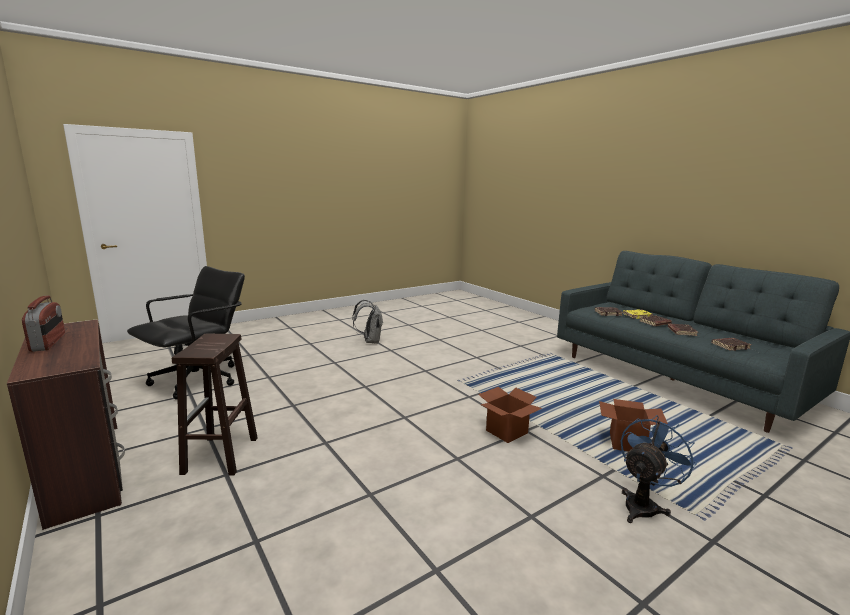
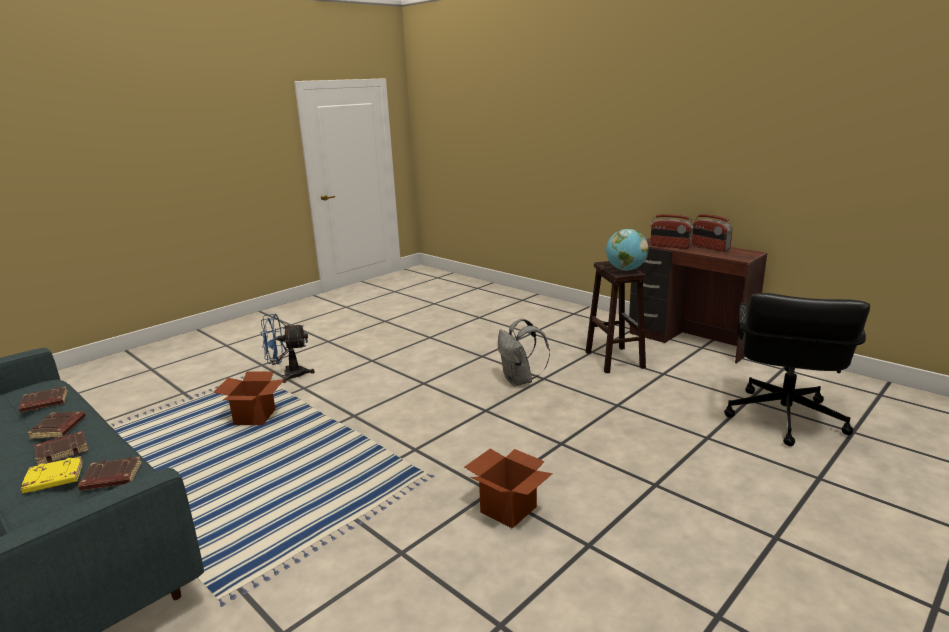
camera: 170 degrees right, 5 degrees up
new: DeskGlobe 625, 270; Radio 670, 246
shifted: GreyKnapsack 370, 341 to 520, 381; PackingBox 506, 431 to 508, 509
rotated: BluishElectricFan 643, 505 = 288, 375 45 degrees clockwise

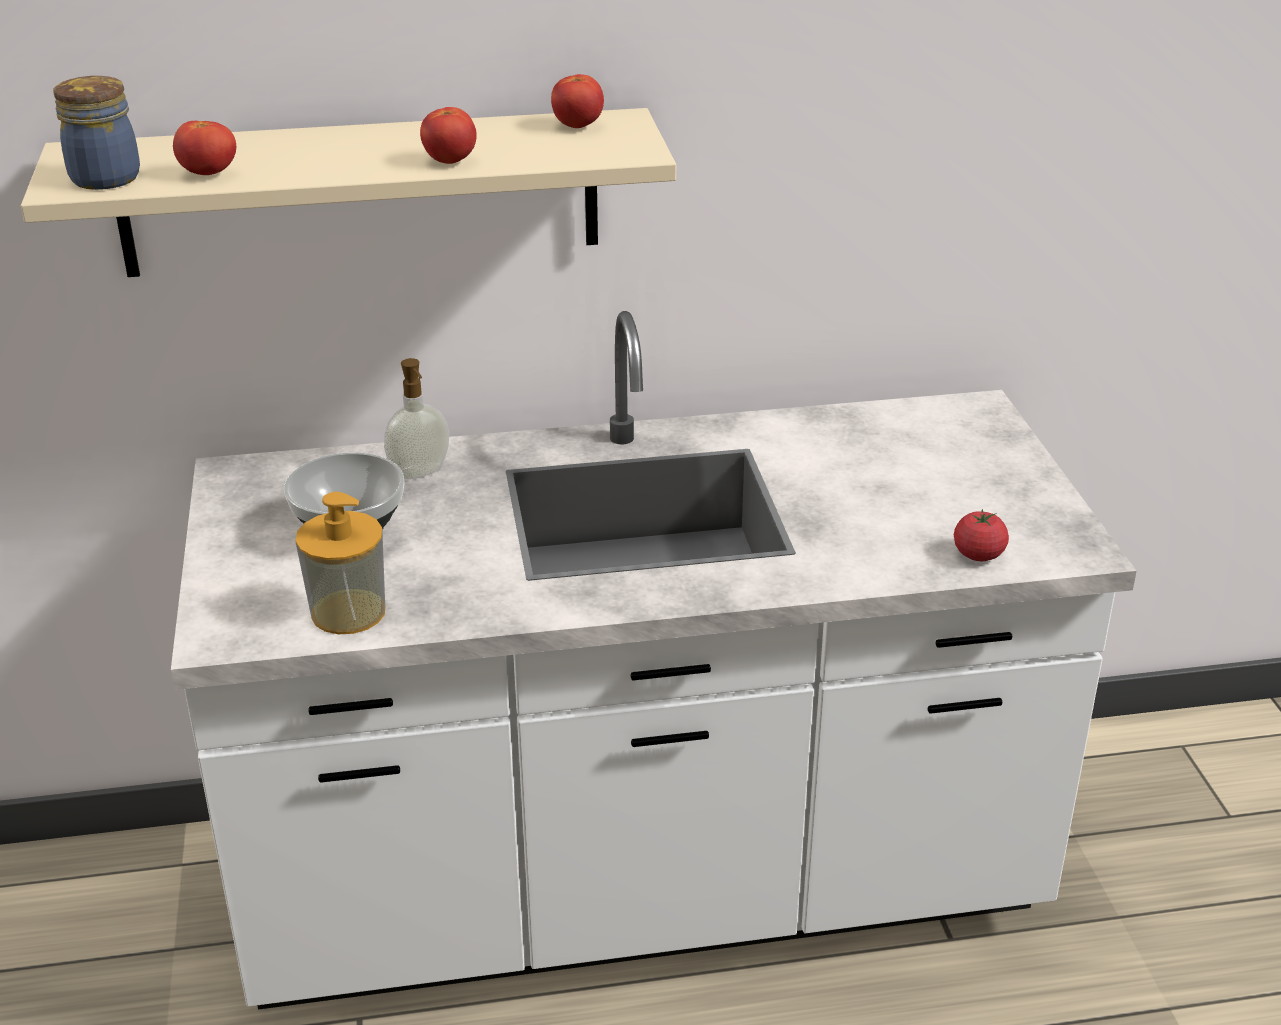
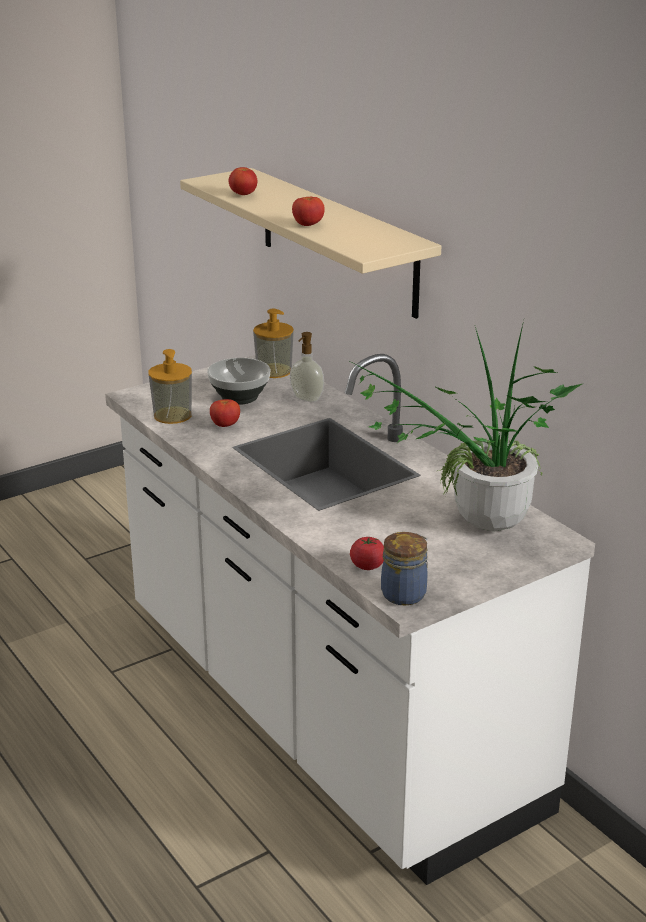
camera: 65 degrees right, 5 degrees down
new: SoapBottle 274, 371; PlantInAPot 475, 525
shifted: PreserveJar 105, 177 to 405, 593; WholeTomato 577, 126 to 225, 425

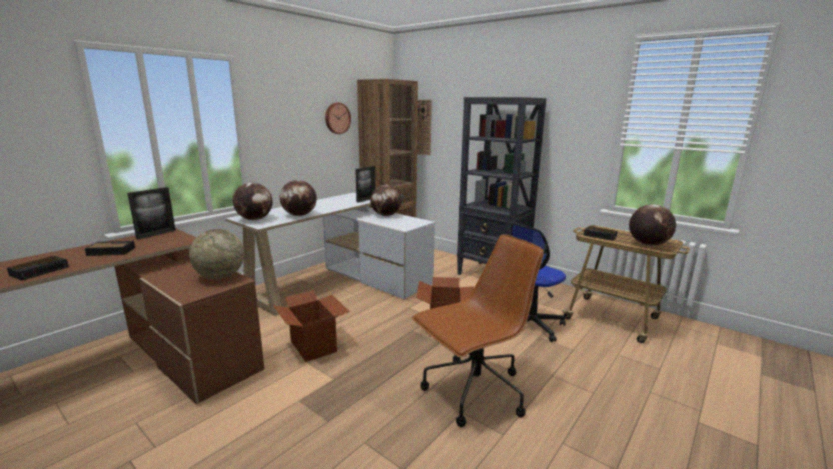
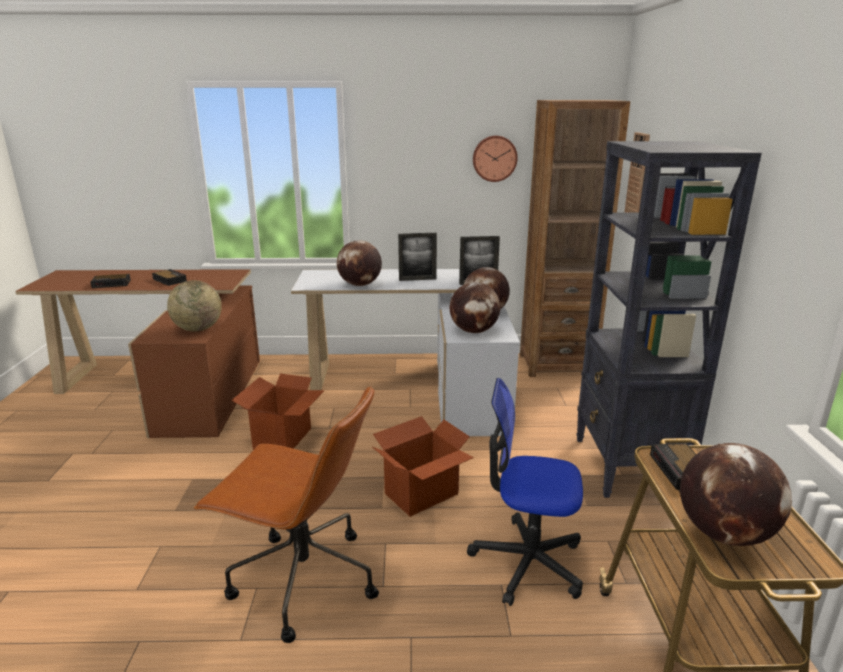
camera: 50 degrees right, 5 degrees up
shifted: PhotoFrame 156, 234 to 417, 279; DeskGlobe 255, 219 to 474, 331

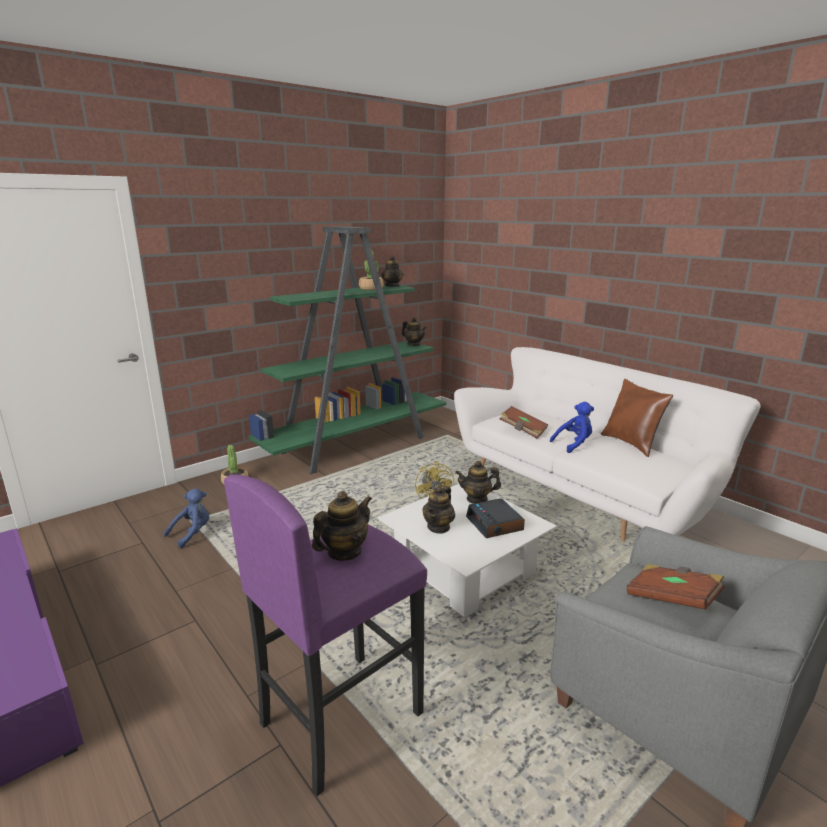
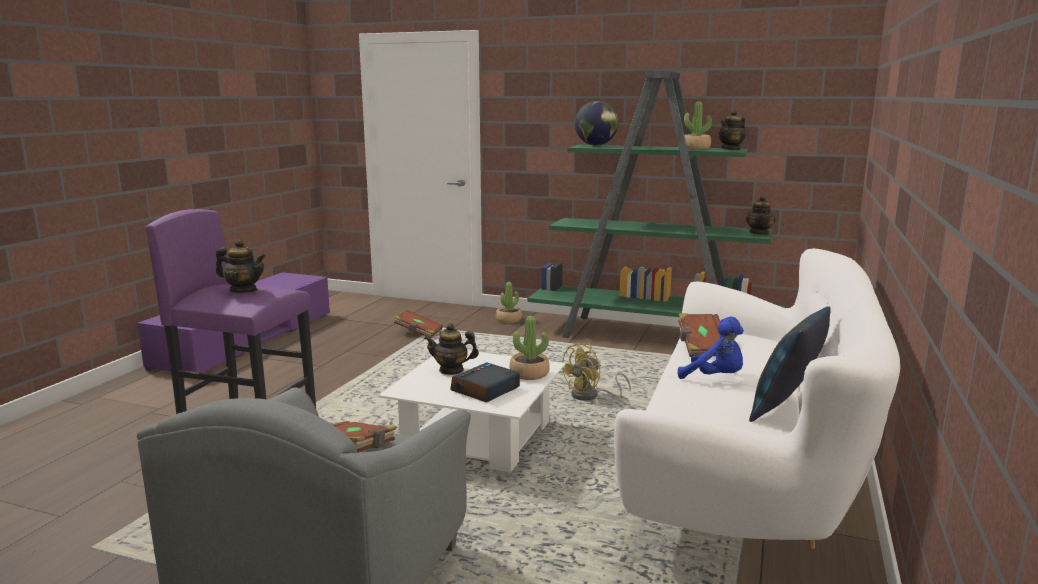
camera: 60 degrees right, 5 degrees down
new: DeskGlobe 595, 145
swapped: BluishPlushToy 192, 533 to BrownColouredBook 418, 333; PotForTea 477, 499 to PlantInAPot 529, 374
repainted: BrownColouredPillow 631, 444 to BluishPillow 786, 409

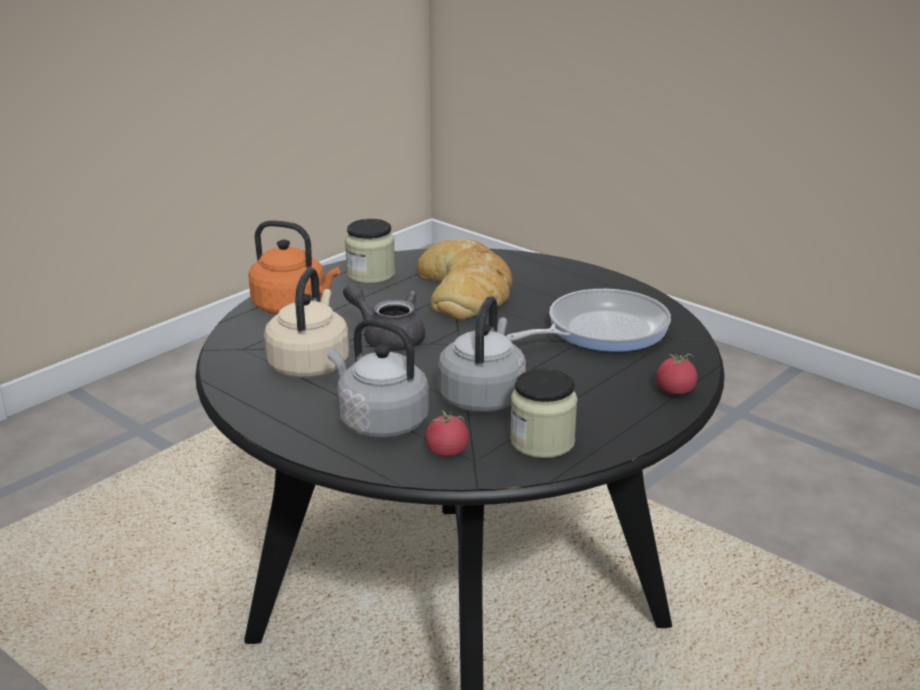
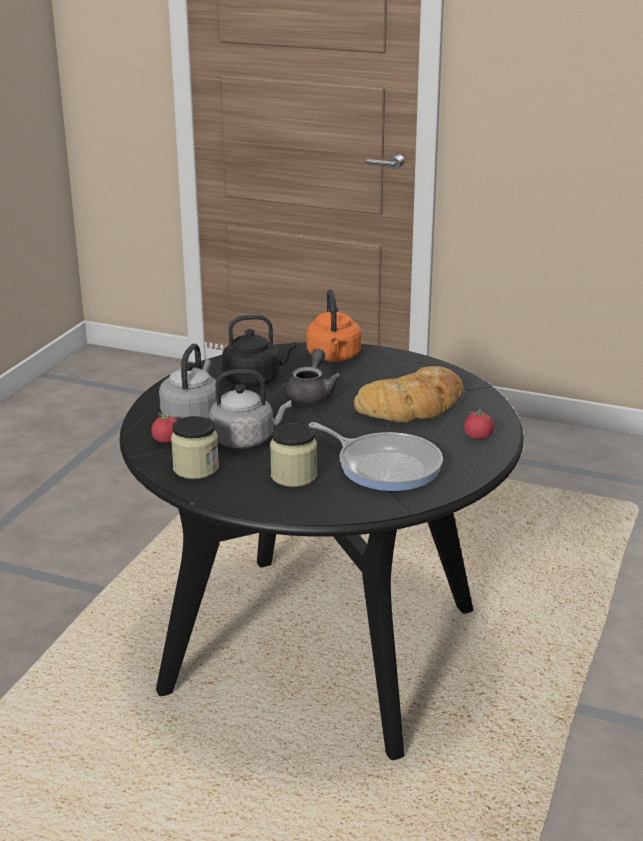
camera: 70 degrees right, 0 degrees up
shifted: PreserveJar 371, 274 to 294, 476; WholeTomato 675, 391 to 478, 437
repainted: BeigeWaterKettle 310, 364 to BlackWaterKettle 255, 380

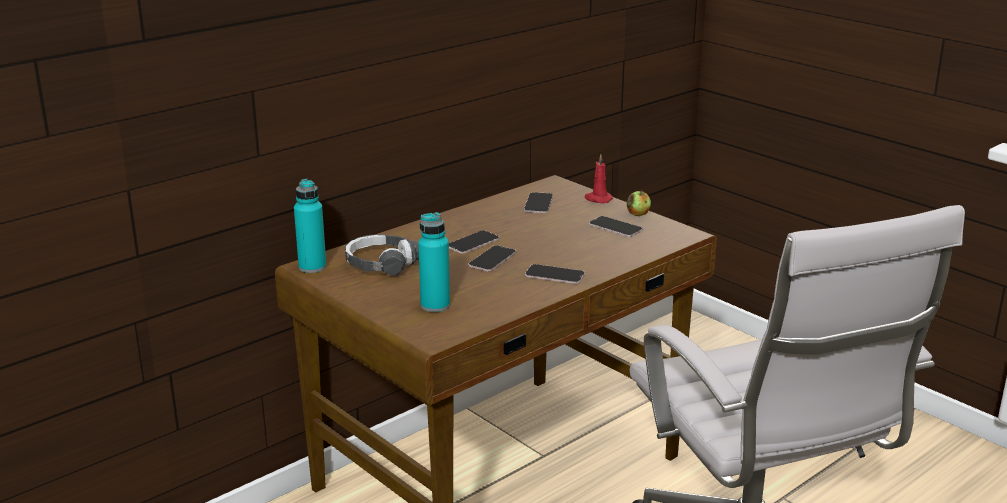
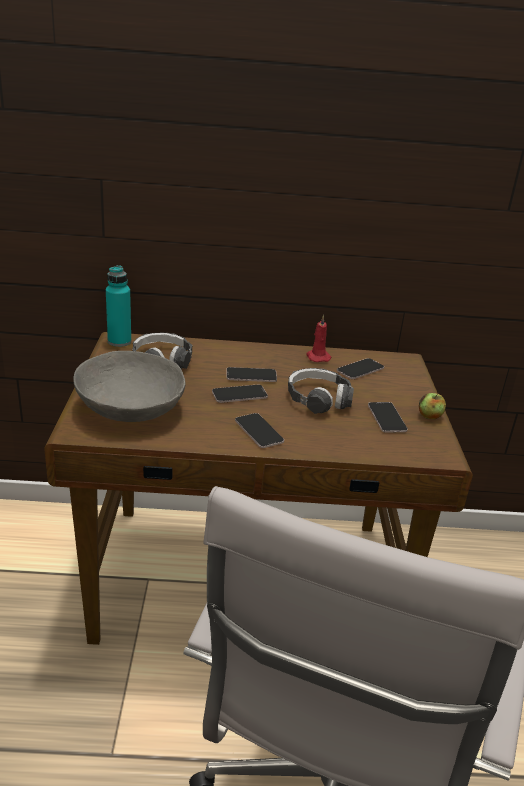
camera: 40 degrees right, 5 degrees up
new: Headphones 318, 399
shifted: RedCandle 598, 199 to 317, 357
swapped: BlueGreenBeverageBottle 435, 305 to GreyServingBowl 130, 408

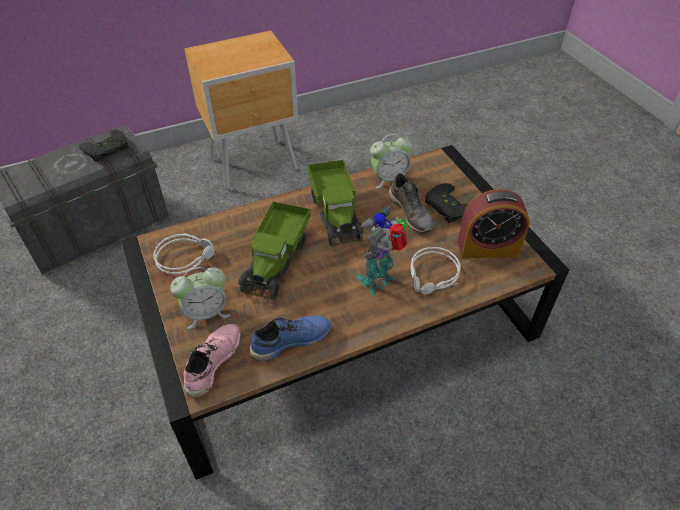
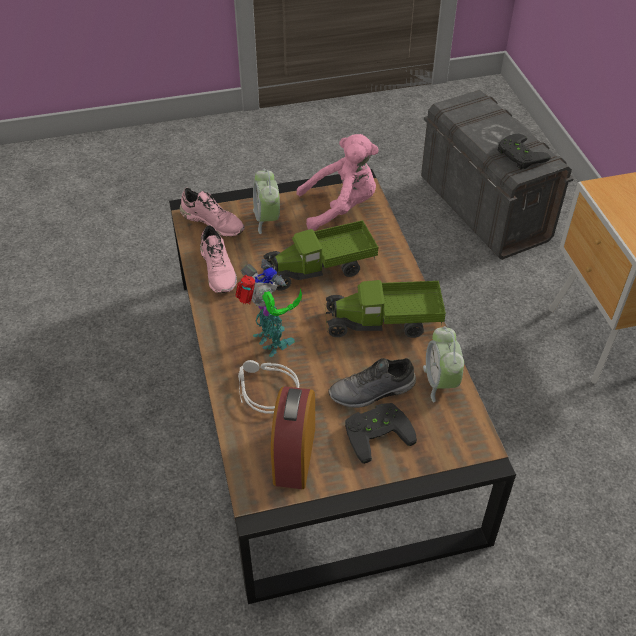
camera: 100 degrees right, 0 degrees up
swapped: GreyHeadphones 185, 256 to PinkishPlushToy 341, 207
repainted: BluishLowShoe 290, 340 to PinkishLowShoe 219, 270
rotated: ToyLorry 277, 260 = 320, 268 45 degrees counterclockwise

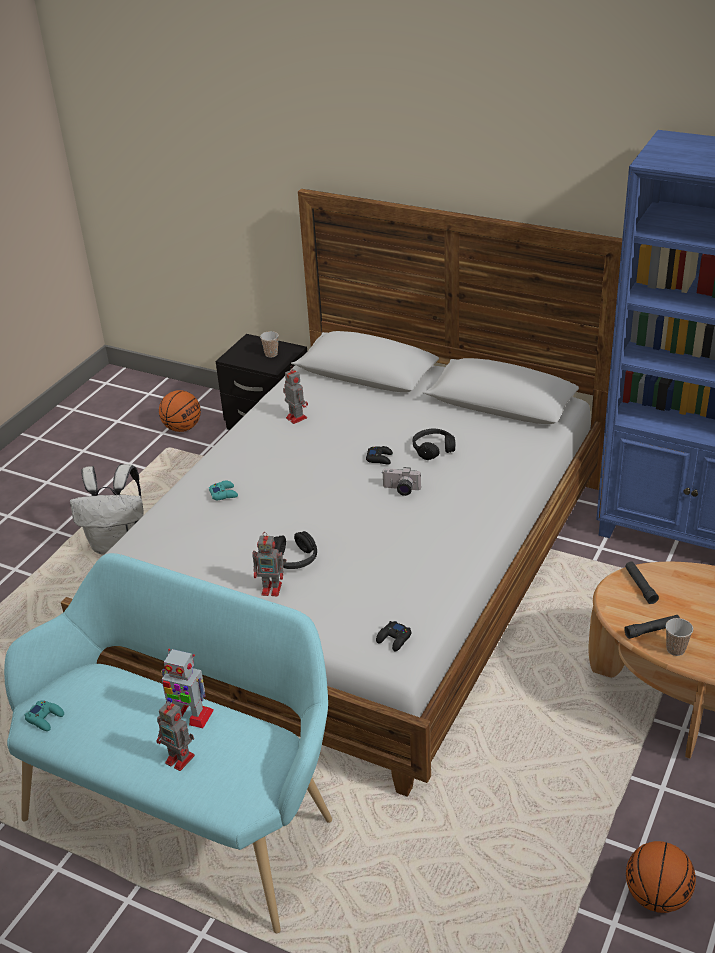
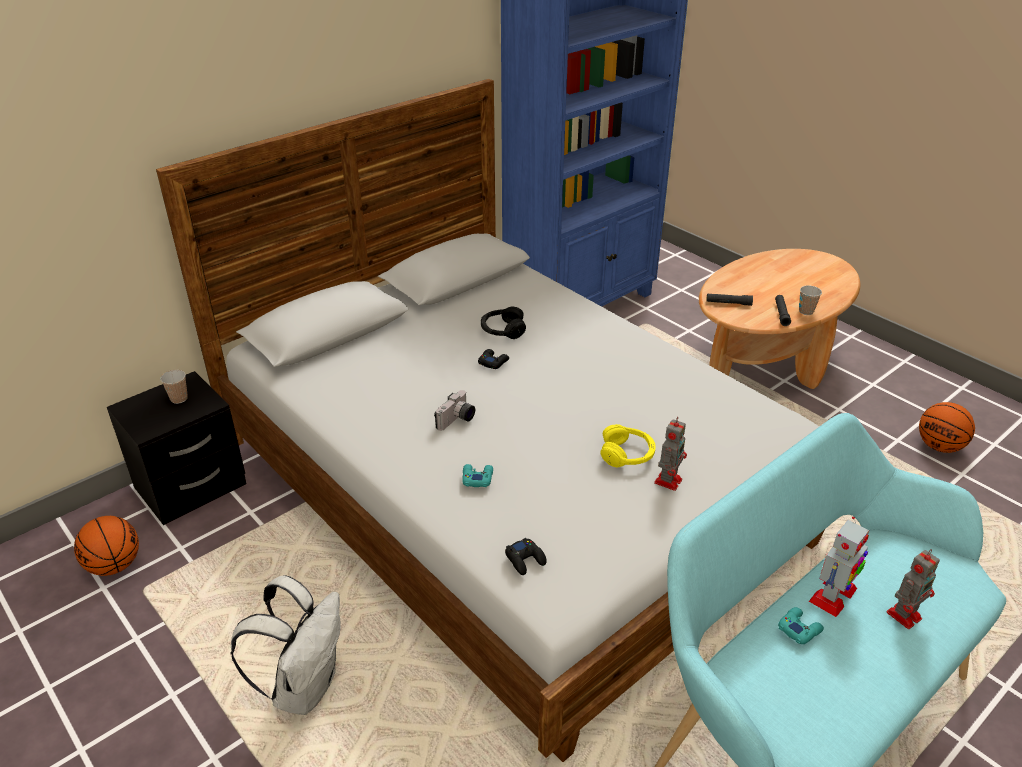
camera: 70 degrees left, 0 degrees up
gone: RobotFigure 295, 417
shifted: BlueGreenGameController 45, 718 to 799, 629; BlackGameController 394, 639 to 525, 559; PhotoCamera 401, 490 to 457, 420
repainted: BlackHeadphones 294, 559 to YellowishHeadphones 627, 454

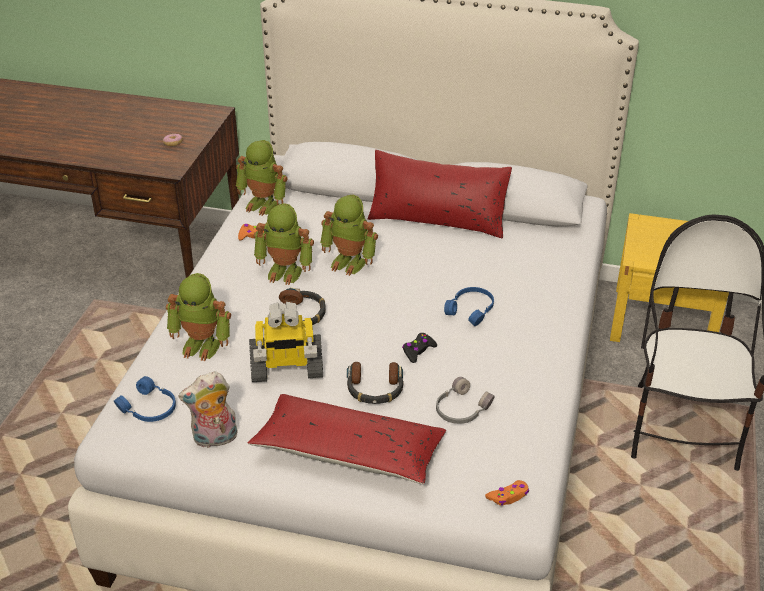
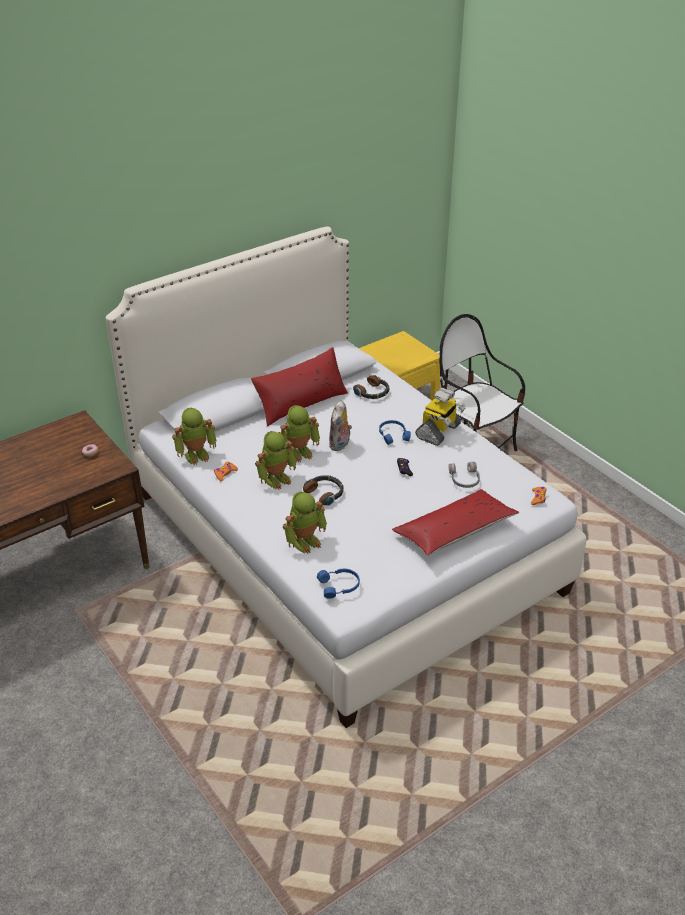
camera: 50 degrees left, 0 degrees up
shifted: PlushToy 214, 439 to 340, 445; RobotFigure 286, 369 to 438, 432; Headphones 374, 389 to 372, 392

